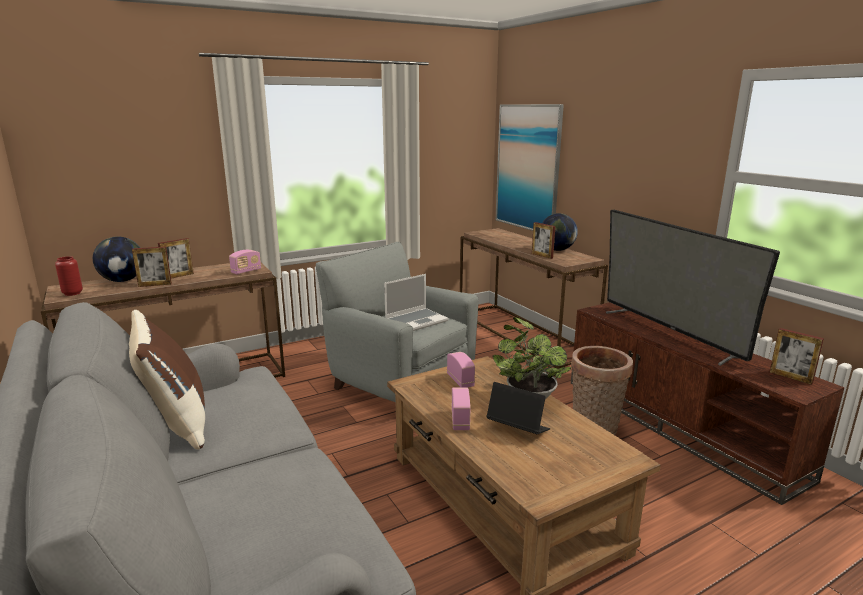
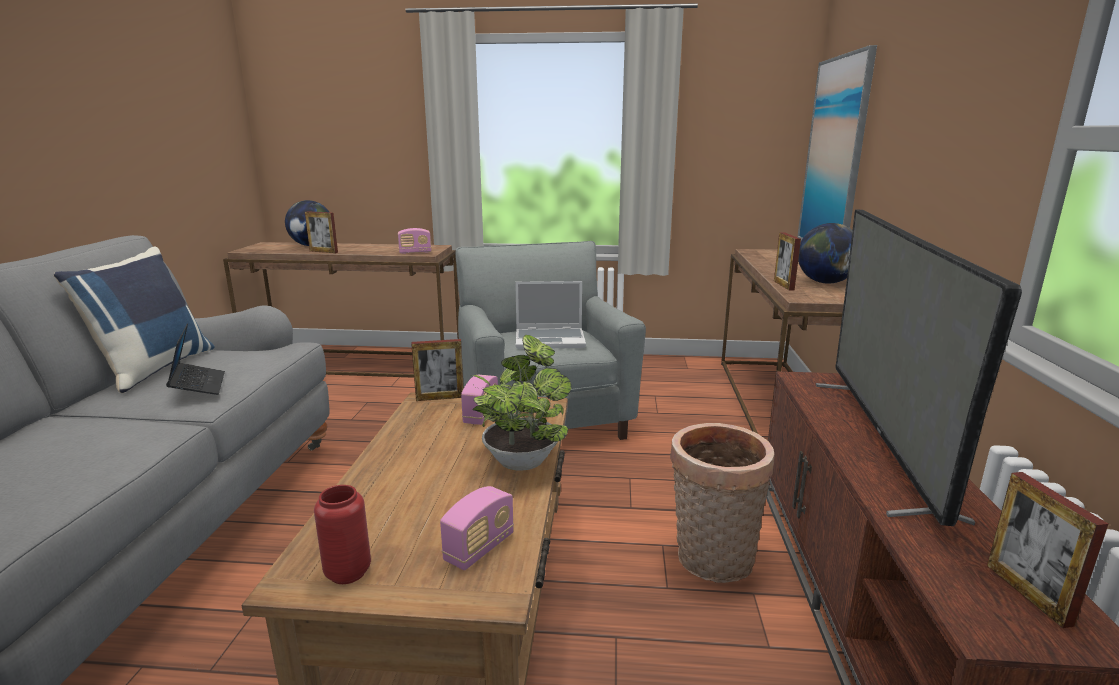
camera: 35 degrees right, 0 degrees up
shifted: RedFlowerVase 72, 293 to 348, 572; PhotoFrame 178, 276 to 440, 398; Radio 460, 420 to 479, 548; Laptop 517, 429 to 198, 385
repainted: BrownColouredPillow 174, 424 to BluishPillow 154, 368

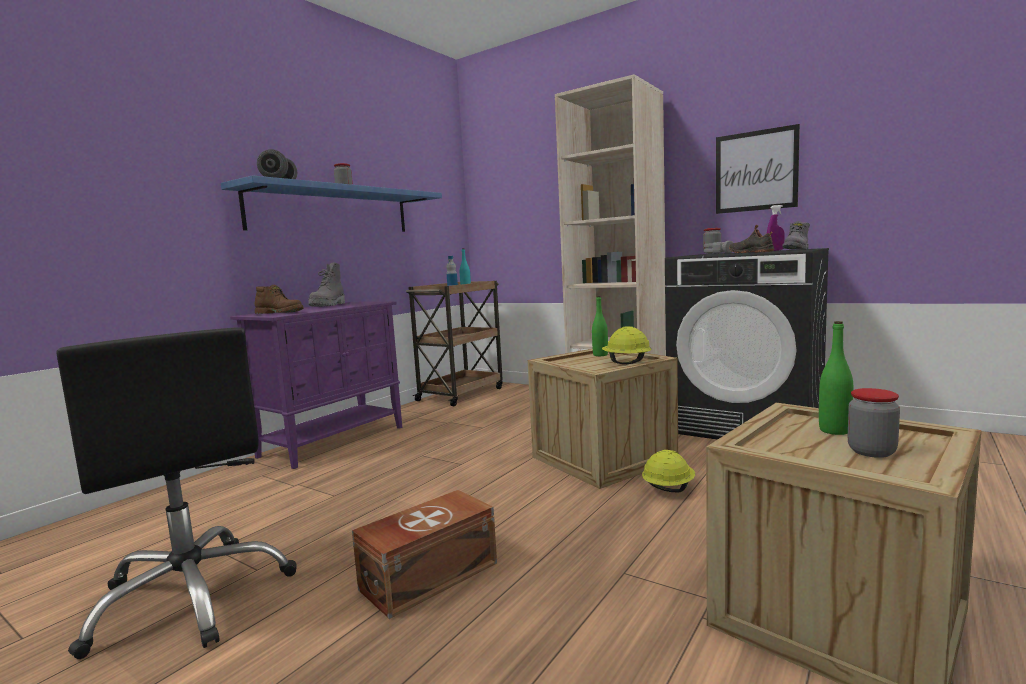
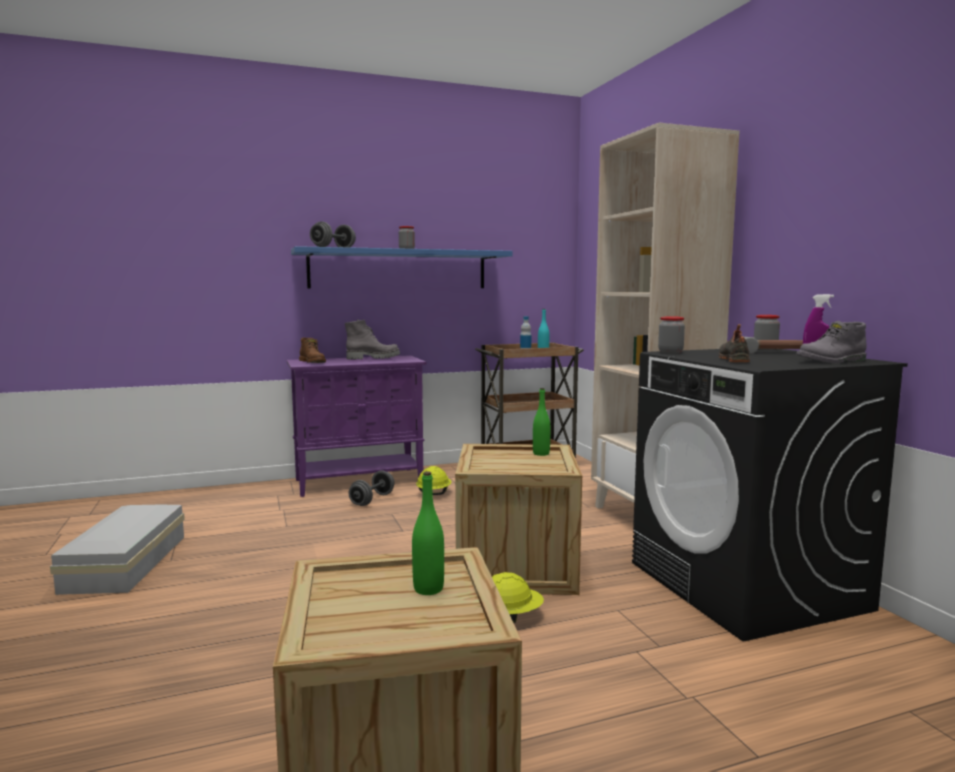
camera: 35 degrees right, 0 degrees up
gone: BrownColouredStorageContainer 427, 576; WallPicture 756, 171
new: GreyHandWeight 372, 500
shifted: YellowishSafetyHelmet 626, 363 to 433, 493; PreserveJar 871, 452 to 670, 352
swapped: BlackOfficeChair 192, 597 to WhiteStorageContainer 123, 564
rotated: GreyTallBoot 329, 305 = 373, 358 150 degrees counterclockwise

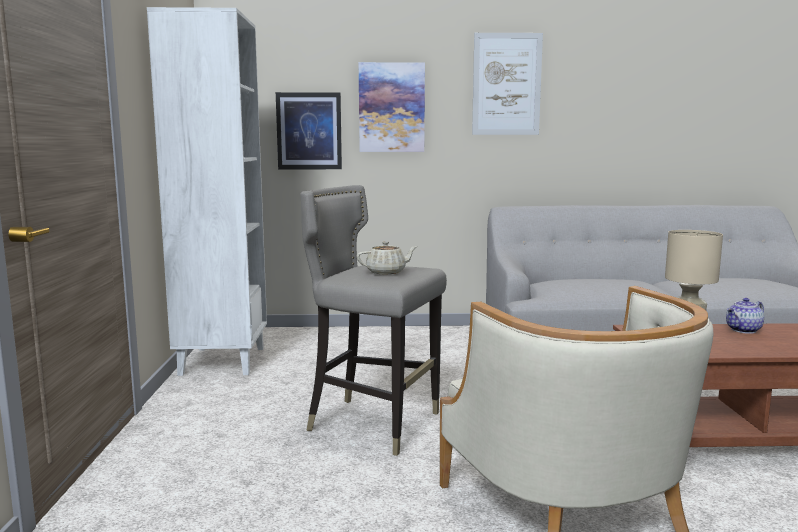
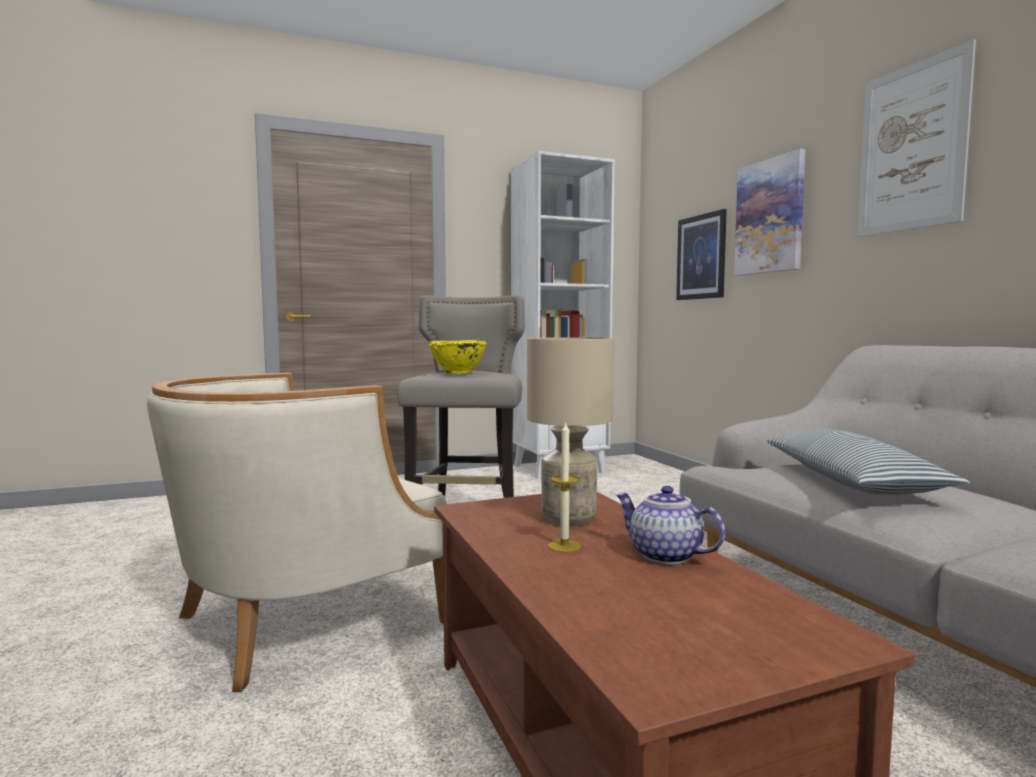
camera: 70 degrees right, 5 degrees down
new: Candle 564, 546; Pillow 851, 481
swapped: BeigePotForTea 387, 272 to YellowishServingBowl 457, 373

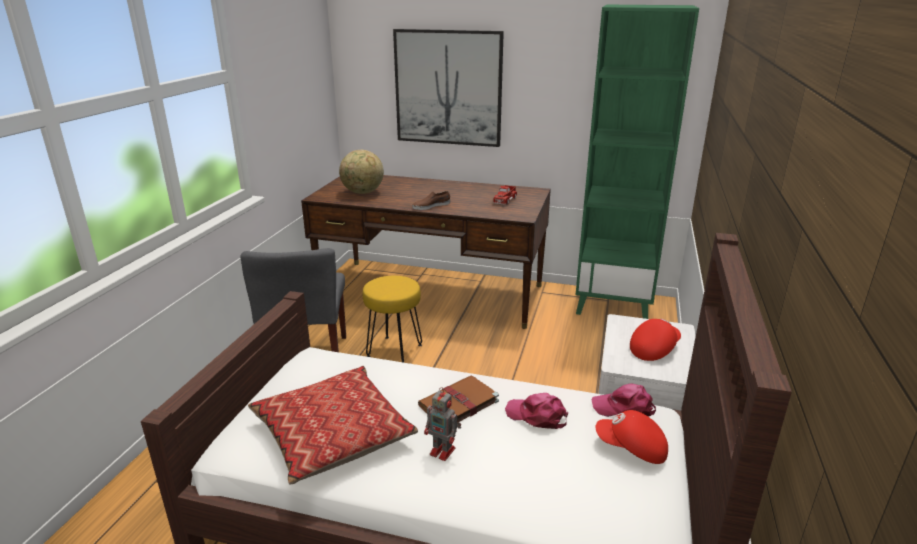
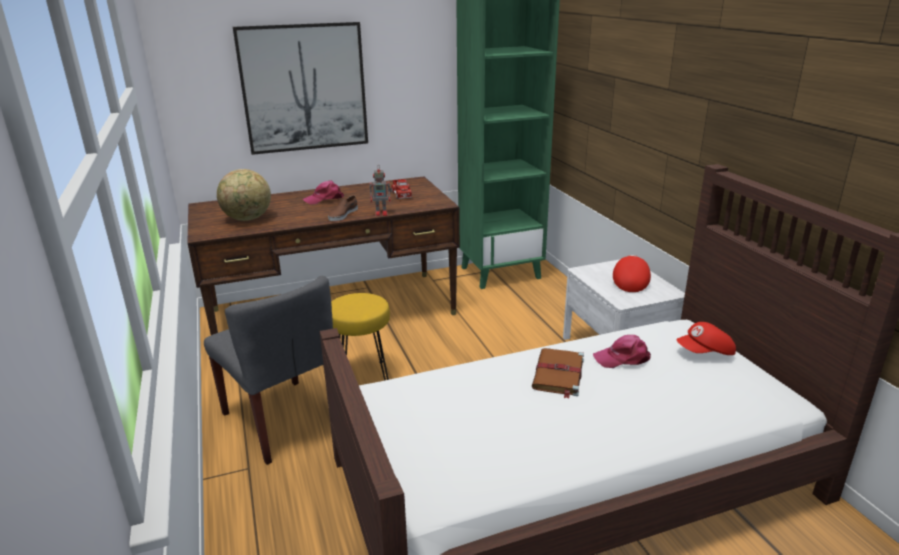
camera: 35 degrees left, 0 degrees up
gone: Pillow 333, 433
shifted: RobotFigure 443, 451 to 382, 213; PinkishCap 624, 408 to 324, 199

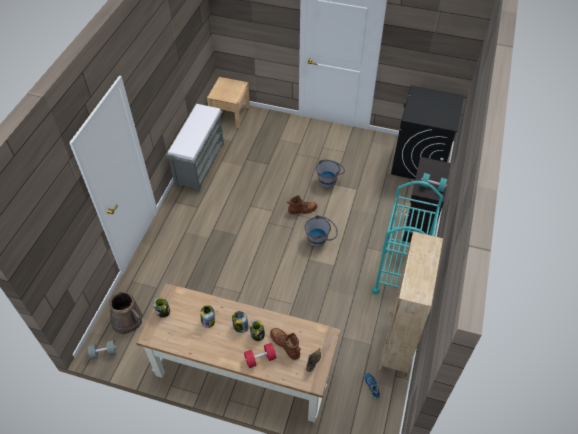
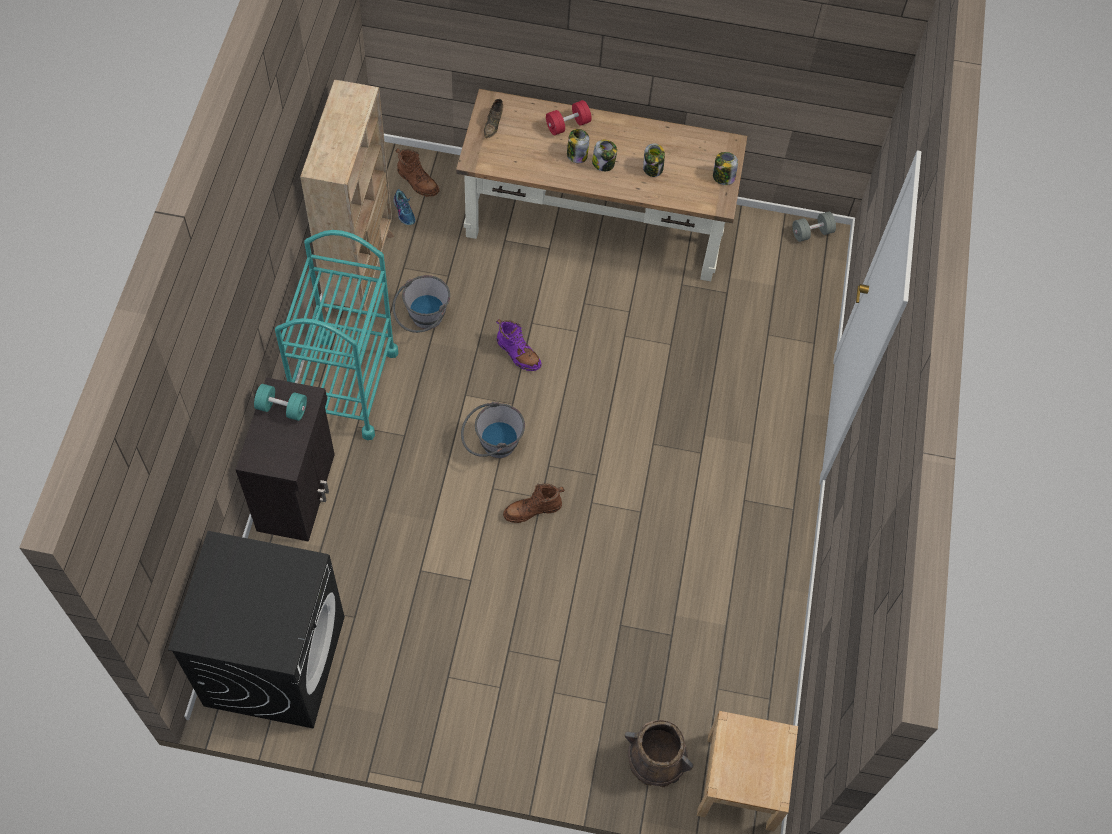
camera: 170 degrees right, 10 degrees up
gone: GreyIndoorBench 200, 164
new: PurplishTallBoot 518, 353
shifted: BrownColouredPail 127, 320 to 656, 758; BrownColouredTallBoot 285, 344 to 417, 182; GreyPail 329, 180 to 423, 321

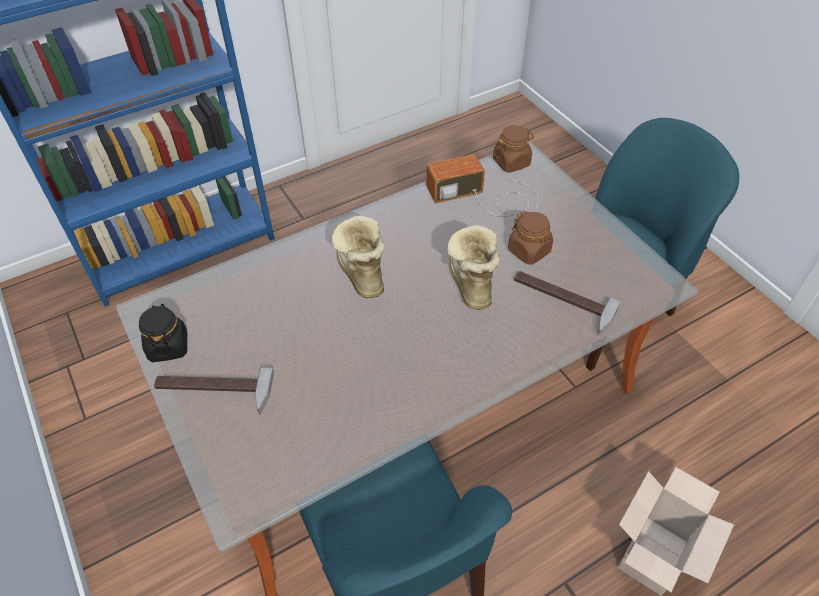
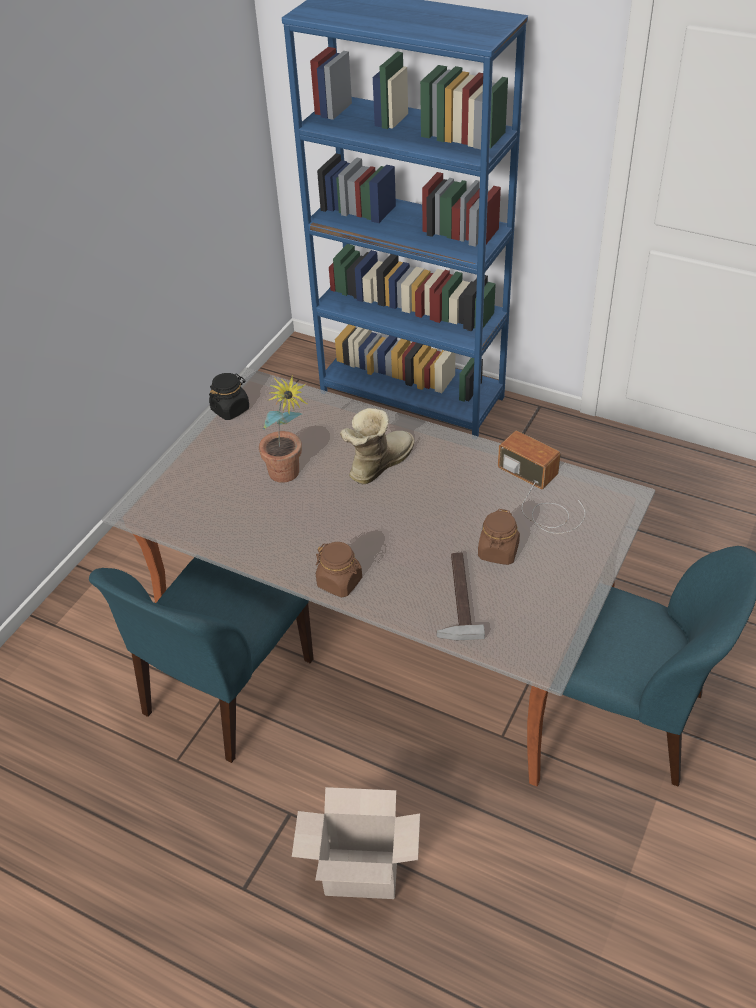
camera: 60 degrees right, 5 degrees down
gone: HandHammer 212, 391; TallBoot 469, 282
new: PlantInAPot 288, 477
shifted: BrownColouredPreserveJar 511, 162 to 340, 582

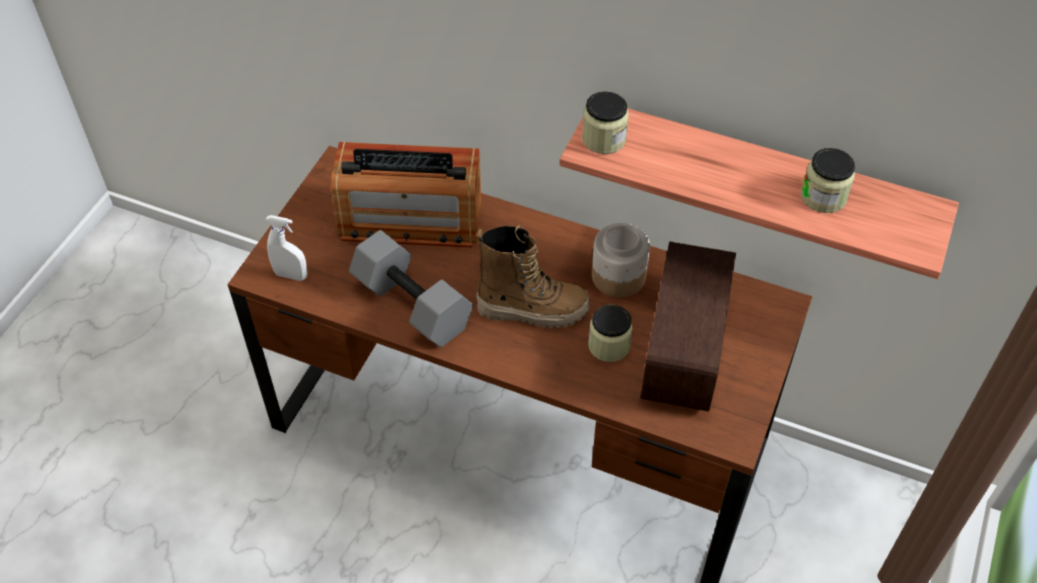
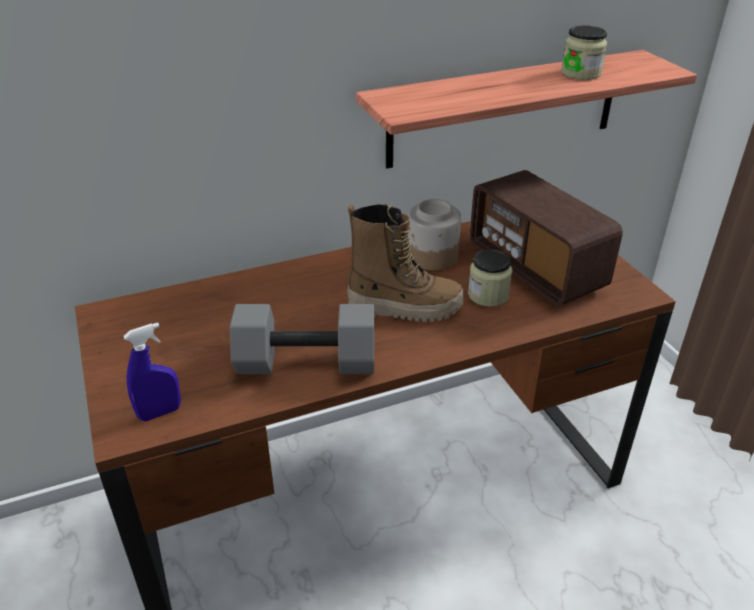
camera: 45 degrees left, 15 degrees down
gone: Radio 410, 219; PreserveJar 604, 139
repainted: WhiteSprayBottle 291, 275 to BluishSprayBottle 160, 413
rotated: TallBoot 532, 309 = 404, 307 45 degrees clockwise

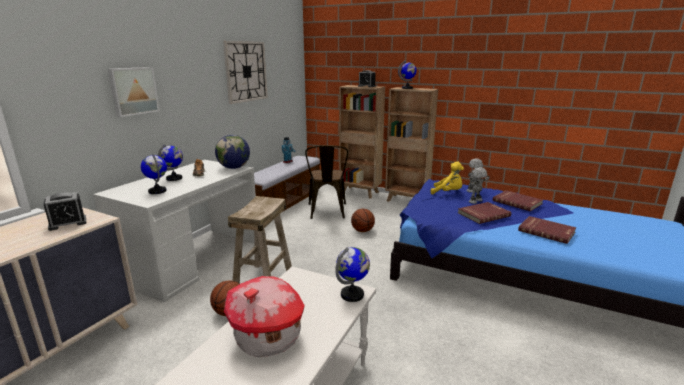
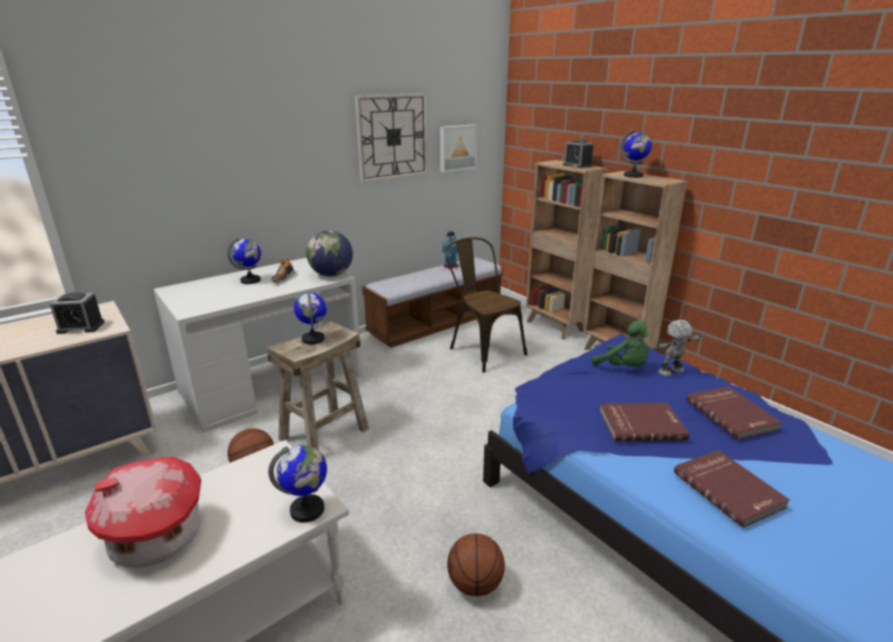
camera: 25 degrees right, 5 degrees up
gone: RobotFigure 476, 201
shifted: WallPicture 133, 91 to 457, 147; DeskGlobe 157, 191 to 313, 339; BallForBasketball 362, 231 to 475, 584
repainted: YellowishPlushToy 448, 192 to GreenishPlushToy 623, 368
rotated: BrownColouredPlainChair 327, 212 = 482, 350 120 degrees clockwise

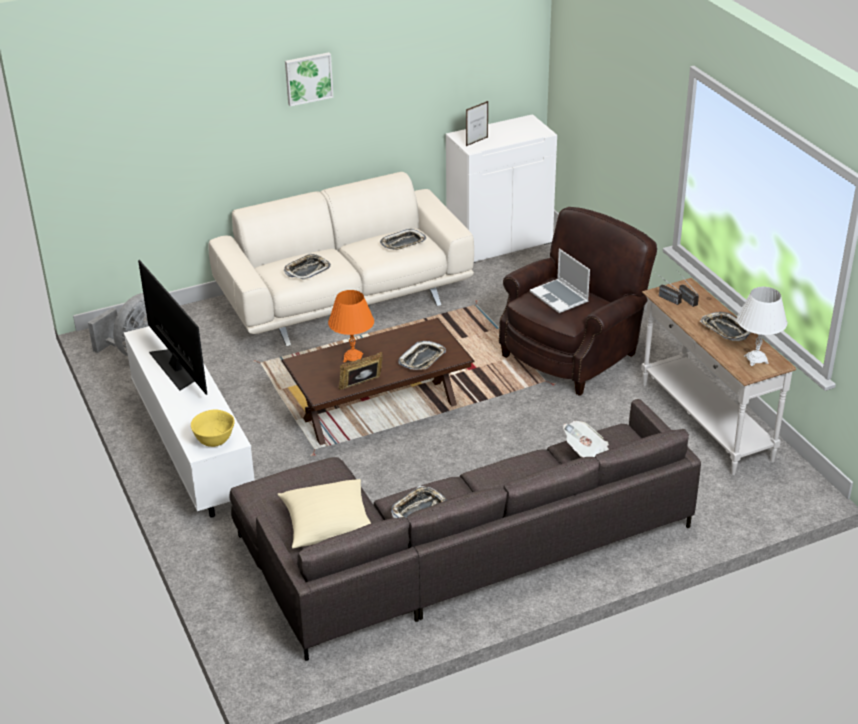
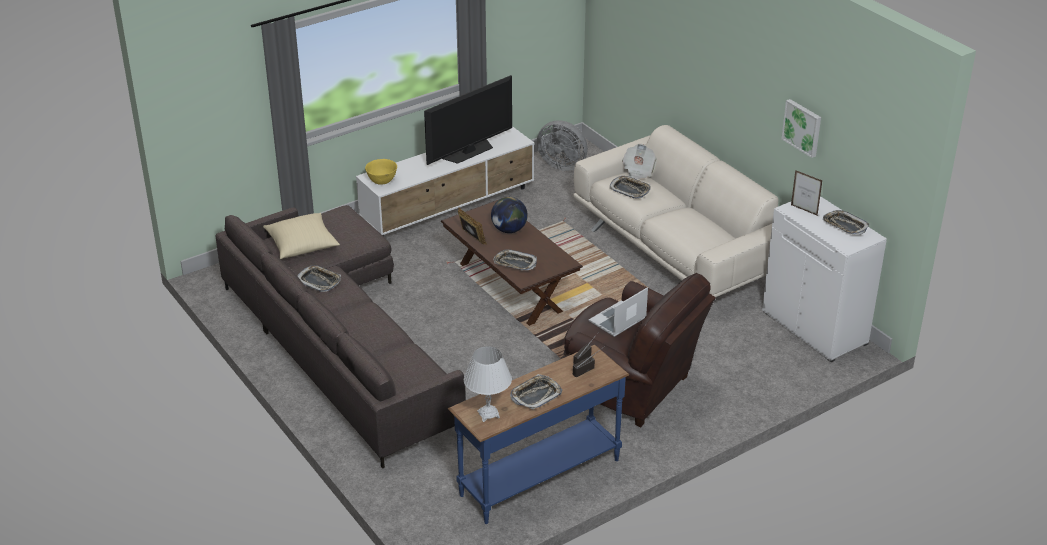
camera: 80 degrees right, 0 degrees up
shifted: WallPicture 308, 78 to 802, 127; ServingTray 403, 243 to 844, 225; DailyPaper 587, 453 to 638, 171
swapped: OrangeColouredTableLamp 353, 358 to DeskGlobe 509, 230
repainted: WhiteHallTable 704, 422 to BluishHallTable 539, 476

